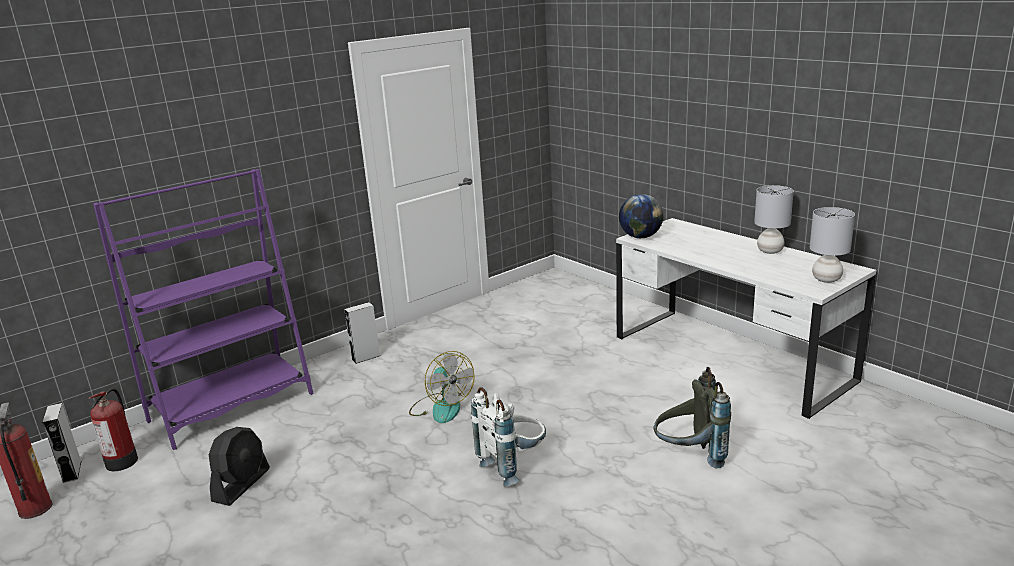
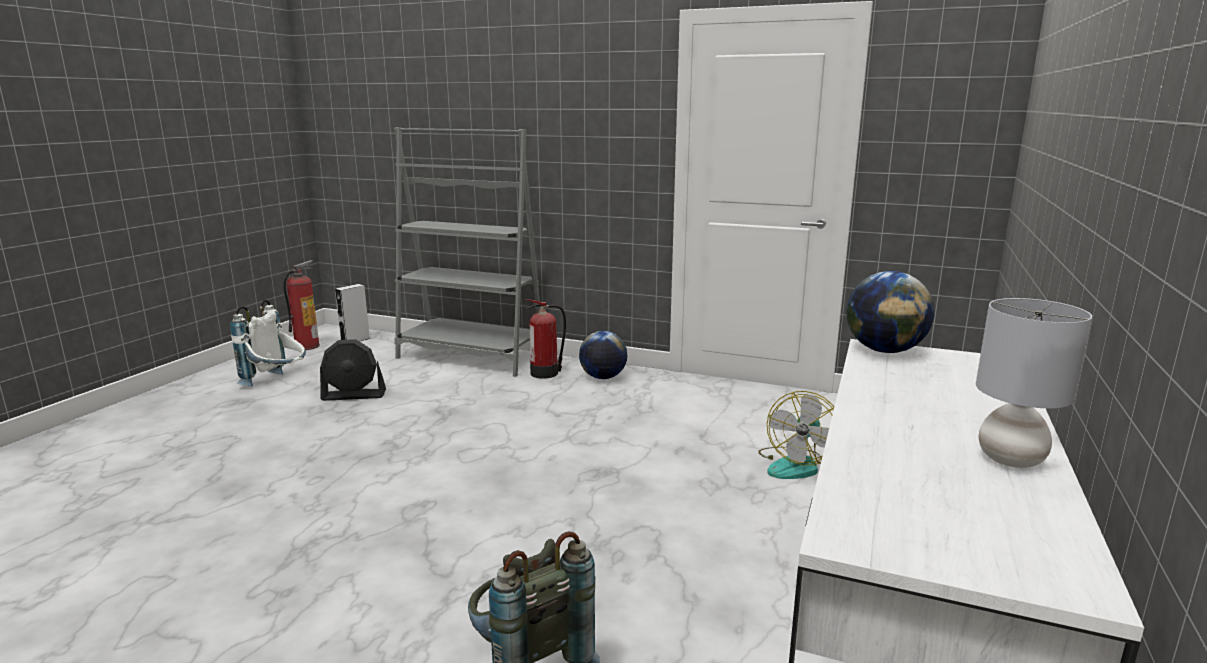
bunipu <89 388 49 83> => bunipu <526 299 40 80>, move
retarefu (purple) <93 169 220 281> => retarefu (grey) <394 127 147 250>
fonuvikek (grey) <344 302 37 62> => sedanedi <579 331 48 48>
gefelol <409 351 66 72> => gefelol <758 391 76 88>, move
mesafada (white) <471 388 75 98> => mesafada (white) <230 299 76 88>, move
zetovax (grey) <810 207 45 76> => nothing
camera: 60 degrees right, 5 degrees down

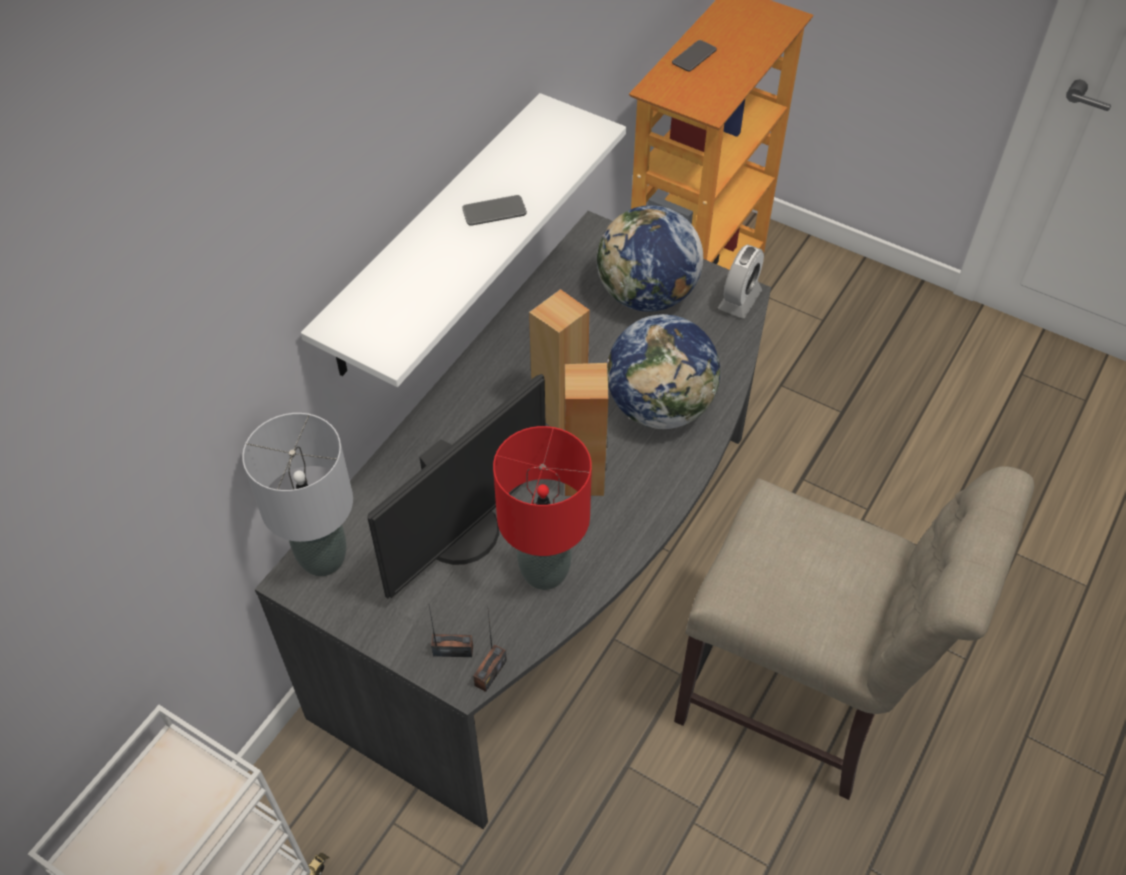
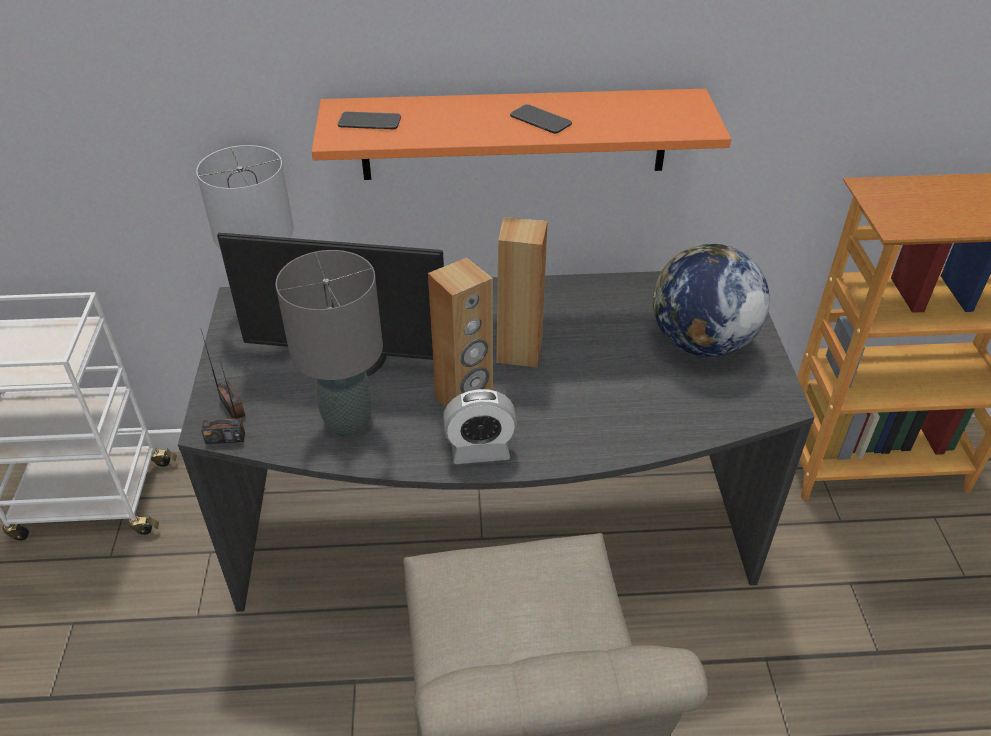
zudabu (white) <301 93 325 294> => zudabu (orange) <311 89 420 91>
zetovax (red) <493 426 99 164> => zetovax (grey) <276 250 107 187>
sedanedi <607 314 113 115> => nothing
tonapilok <672 40 45 31> => tonapilok <338 112 63 17>, move
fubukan <718 245 46 73> => fubukan <443 389 74 75>, move
camera: 55 degrees right, 10 degrees down

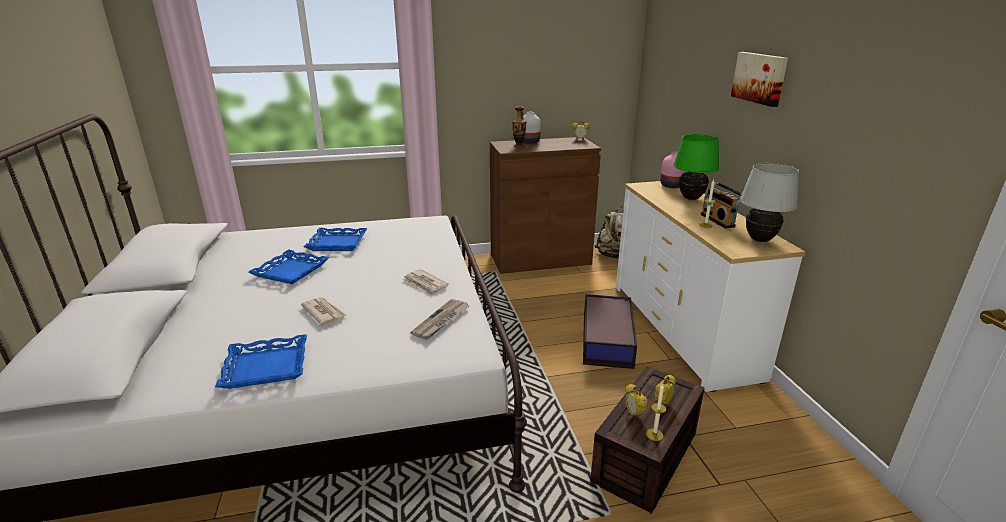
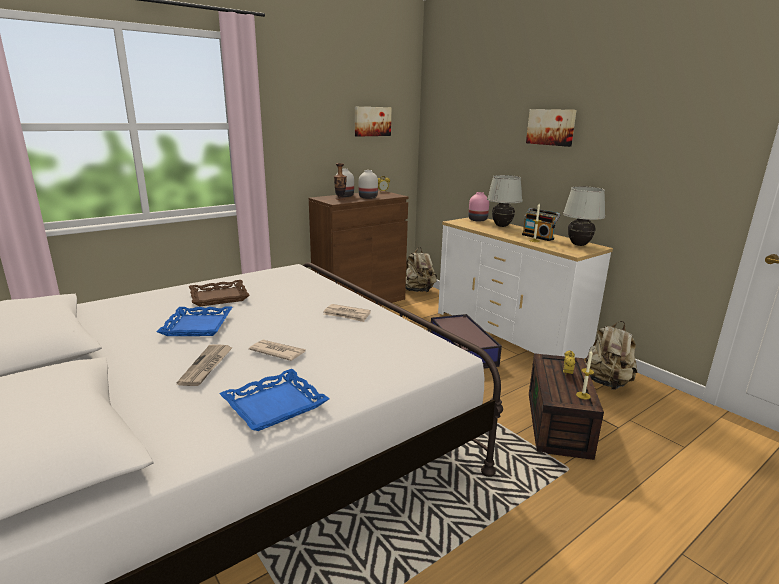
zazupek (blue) <304 228 64 23> => zazupek (brown) <189 280 61 27>
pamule <410 299 59 40> => pamule <177 344 56 42>, move
fubukan <625 384 23 35> => nothing
zetovax (green) <674 134 45 66> => zetovax (white) <487 175 35 52>
nothing => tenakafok <355 107 36 30>
nothing => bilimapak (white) <359 170 19 29>
nothing => mesafada (beige) <585 321 52 69>
camera: 25 degrees left, 5 degrees down

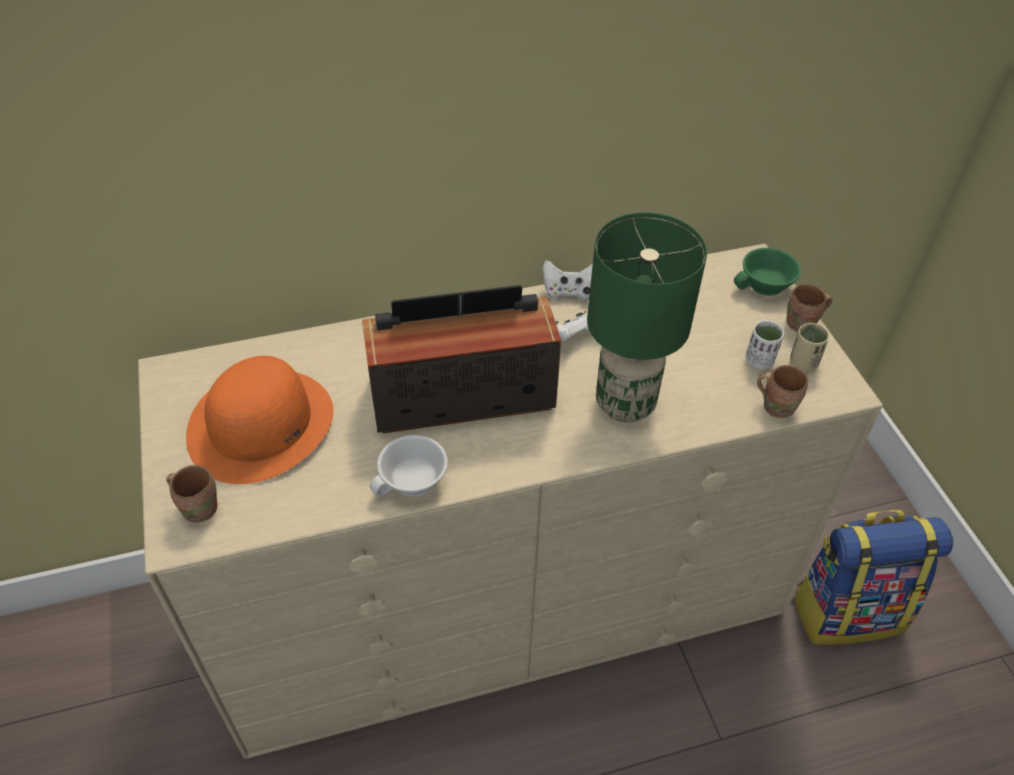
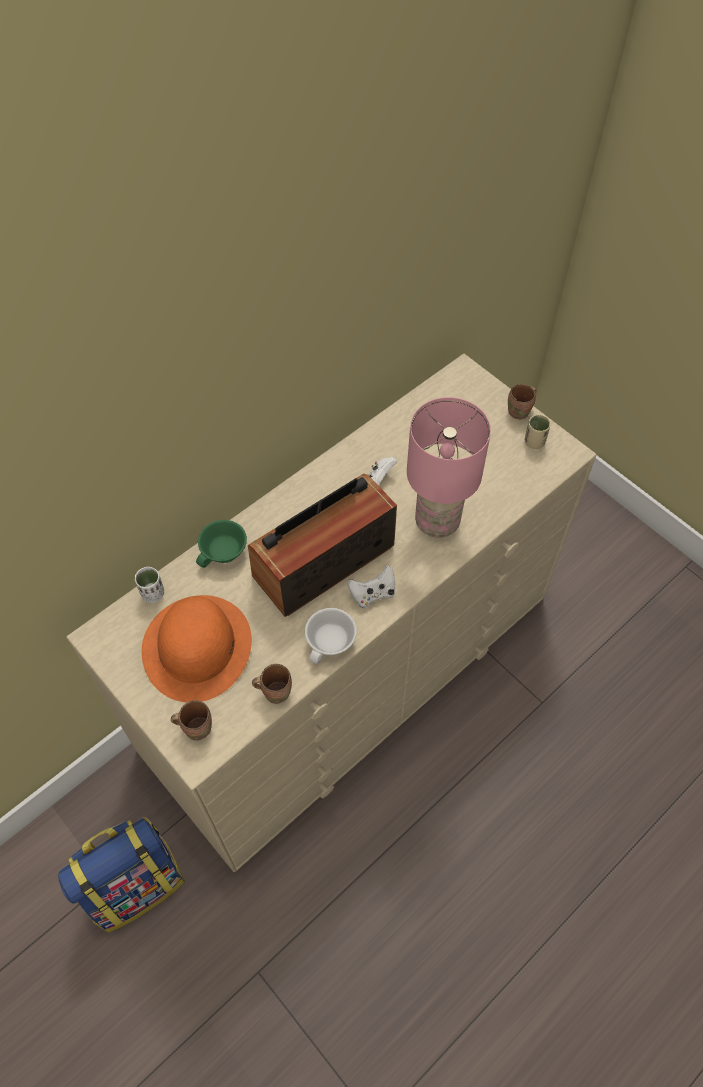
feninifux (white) <543 260 50 40> => feninifux (white) <347 565 48 43>, move
zetovax (green) <587 212 120 210> => zetovax (pink) <407 397 84 141>
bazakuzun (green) <734 248 67 48> => bazakuzun (green) <196 520 51 48>, move
bazakuzun (white) <746 320 38 49> => bazakuzun (white) <135 567 29 36>, move
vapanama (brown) <757 365 51 53> => vapanama (brown) <252 664 40 40>, move
mesafada <793 510 160 135> => mesafada <58 817 127 115>, move
camera: 25 degrees left, 10 degrees up

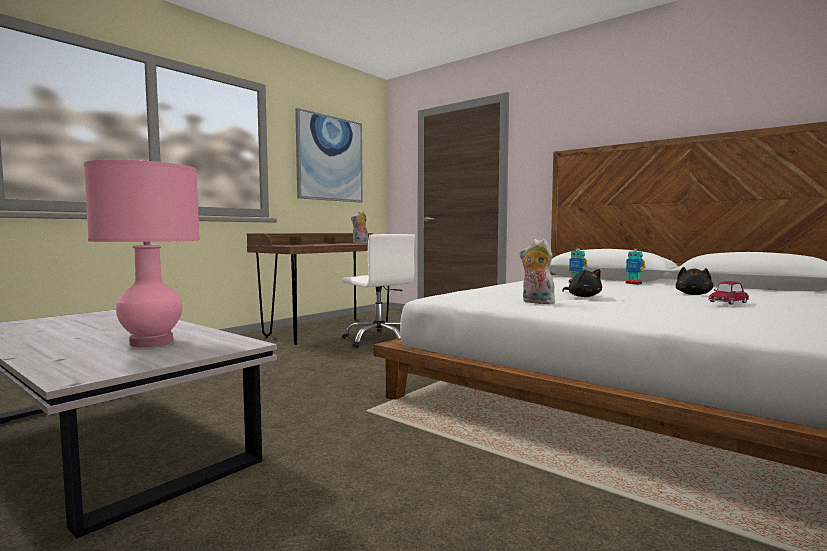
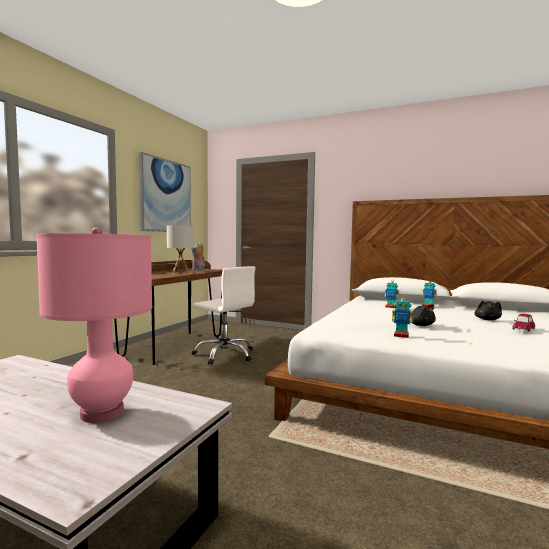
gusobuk <520 239 35 65> => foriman <392 294 21 44>
nothing => zetovax <167 225 27 49>
camera: 15 degrees left, 0 degrees up

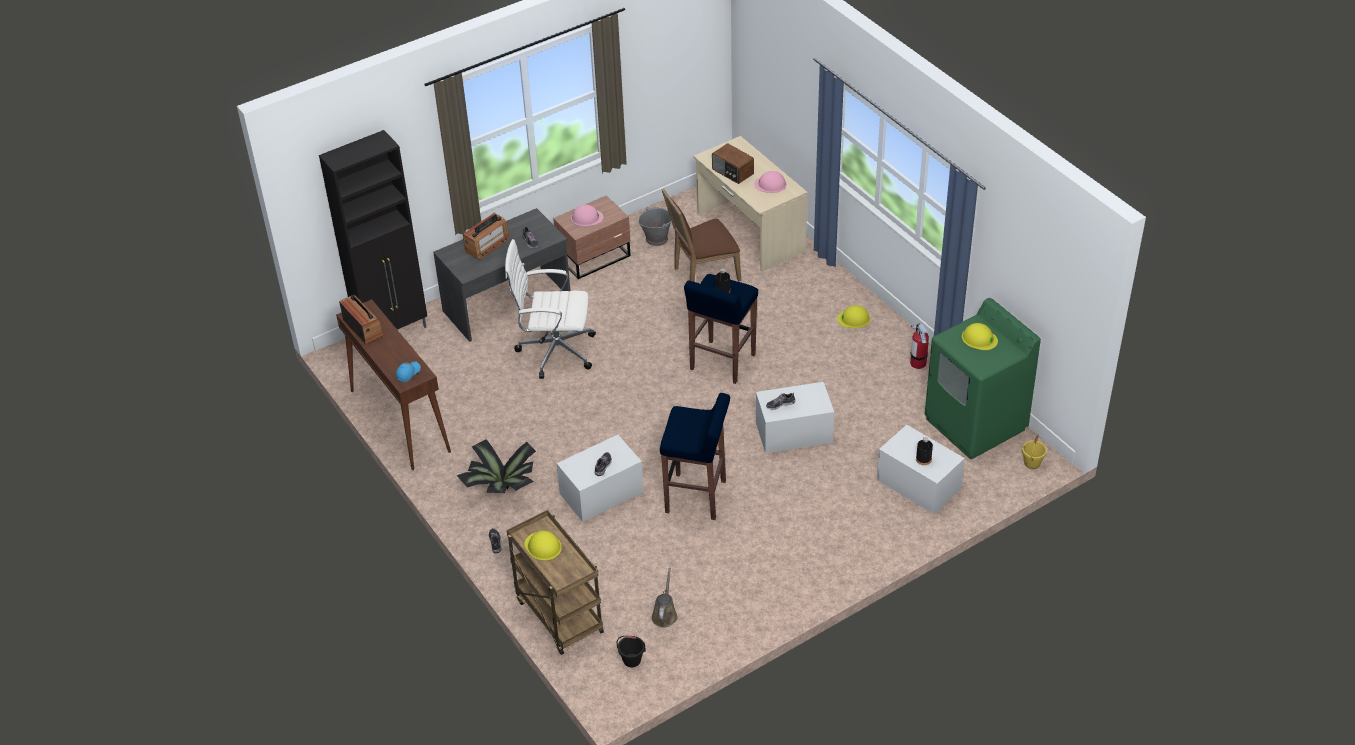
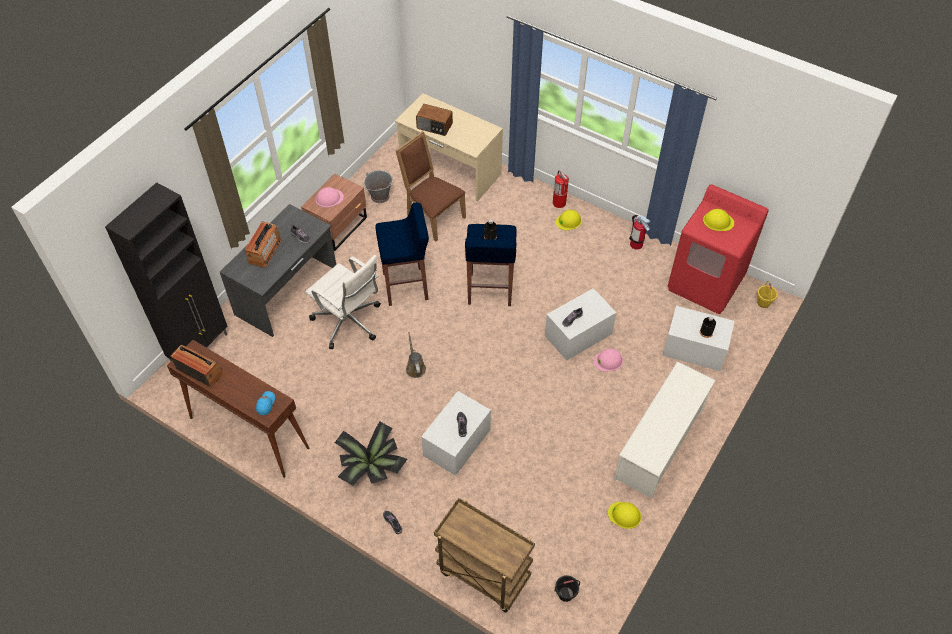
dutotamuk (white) <505 239 91 140> => dutotamuk (white) <305 255 76 94>, 120 degrees counterclockwise
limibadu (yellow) <525 531 37 30> => limibadu (yellow) <608 502 33 27>, move
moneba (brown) <651 568 26 60> => moneba (brown) <406 332 20 46>, move
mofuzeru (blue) <660 393 70 127> => mofuzeru (blue) <375 203 54 103>, move
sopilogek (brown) <662 188 79 94> => sopilogek (brown) <395 131 71 110>, 90 degrees clockwise
limibadu (pink) <754 171 33 22> => limibadu (pink) <593 348 30 24>, move
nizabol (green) <925 298 116 161> => nizabol (red) <668 184 101 130>
nothing => bunipu <553 170 16 38>
nothing => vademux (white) <614 361 102 138>
camera: 25 degrees left, 10 degrees up

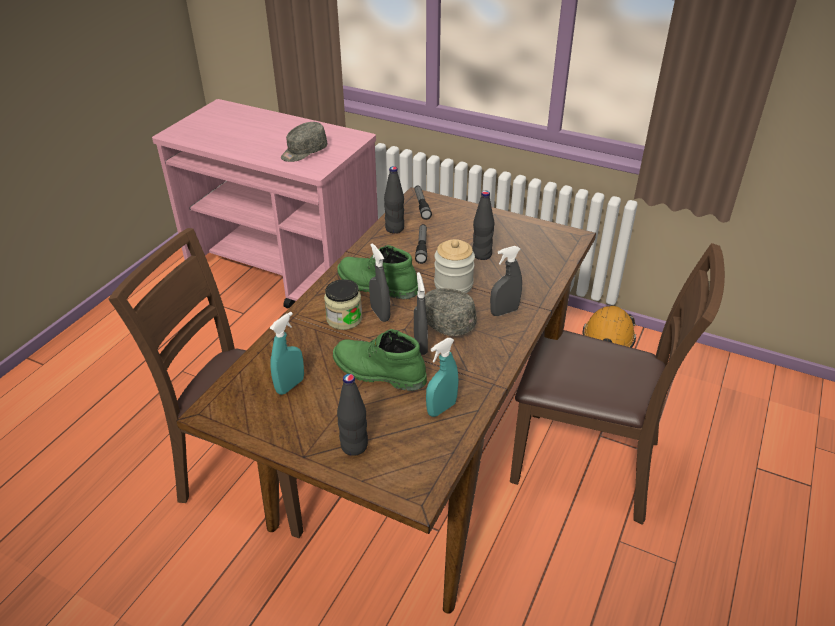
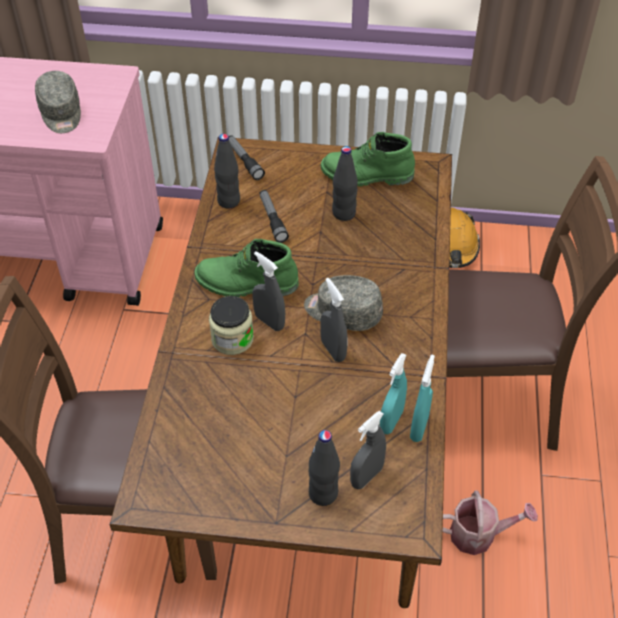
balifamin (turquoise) <270 312 34 83> => balifamin (turquoise) <410 355 25 87>, move
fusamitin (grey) <281 122 46 40> => fusamitin (grey) <35 71 46 62>, 45 degrees counterclockwise
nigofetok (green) <333 329 94 62> => nigofetok (green) <321 132 94 54>, move
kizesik <434 239 41 54> => nothing
balifamin (grey) <490 246 32 70> => balifamin (grey) <350 411 36 78>, move
nothing => moneba <443 490 95 65>
camera: 20 degrees left, 10 degrees up

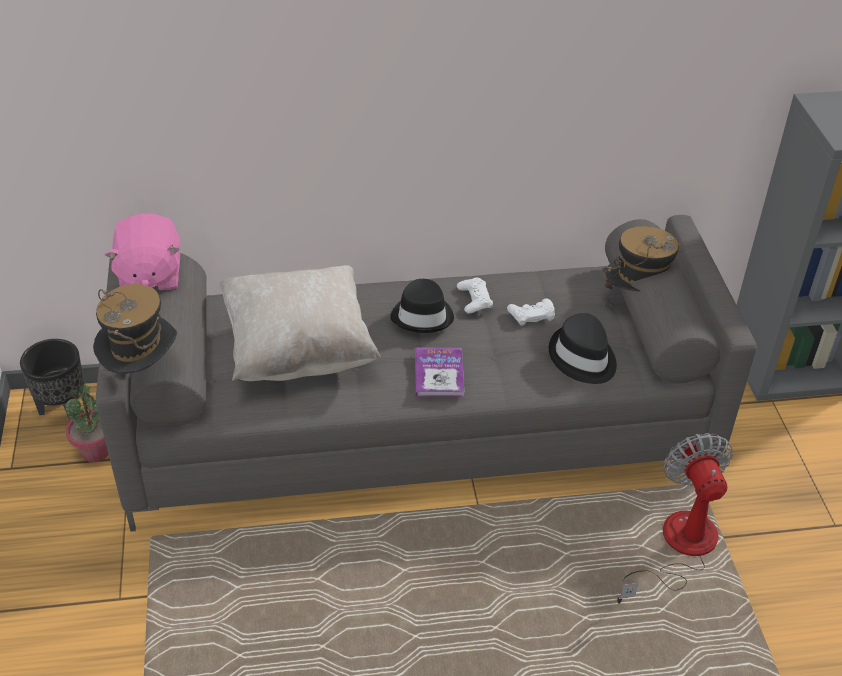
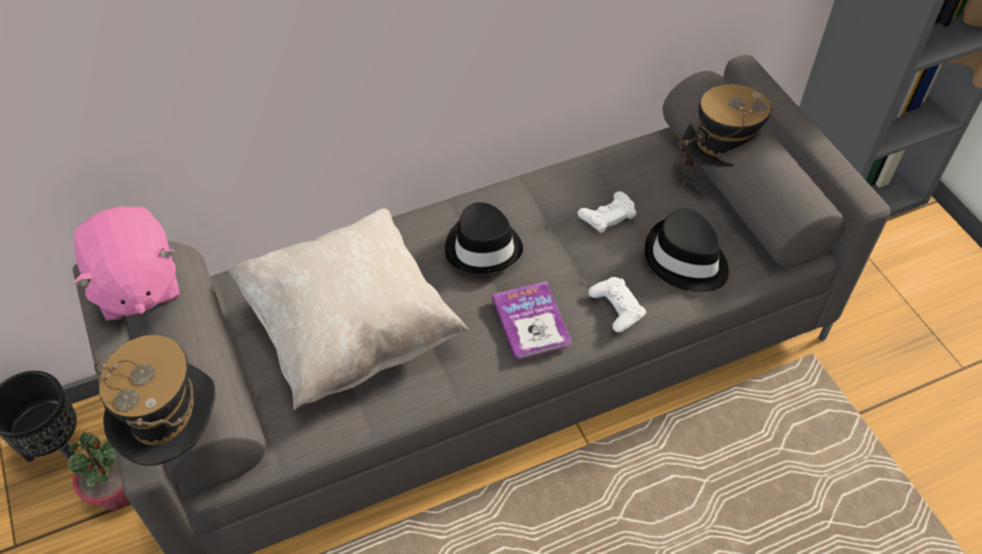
feninifux (white) <457 278 36 36> => feninifux (white) <589 277 57 55>, move
gefelol <617 433 116 171> => nothing
camera: 15 degrees left, 10 degrees up

